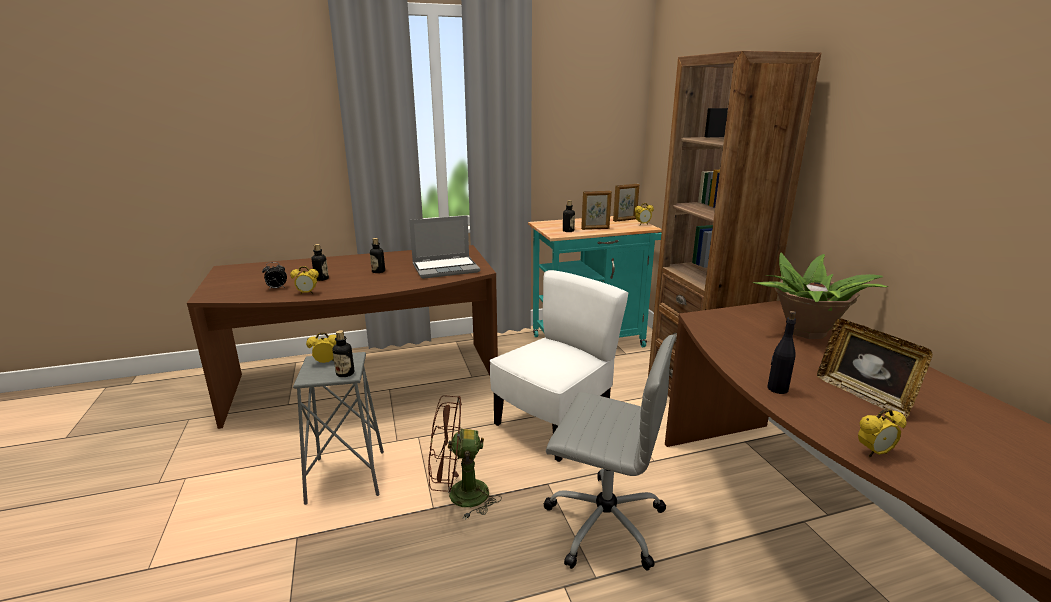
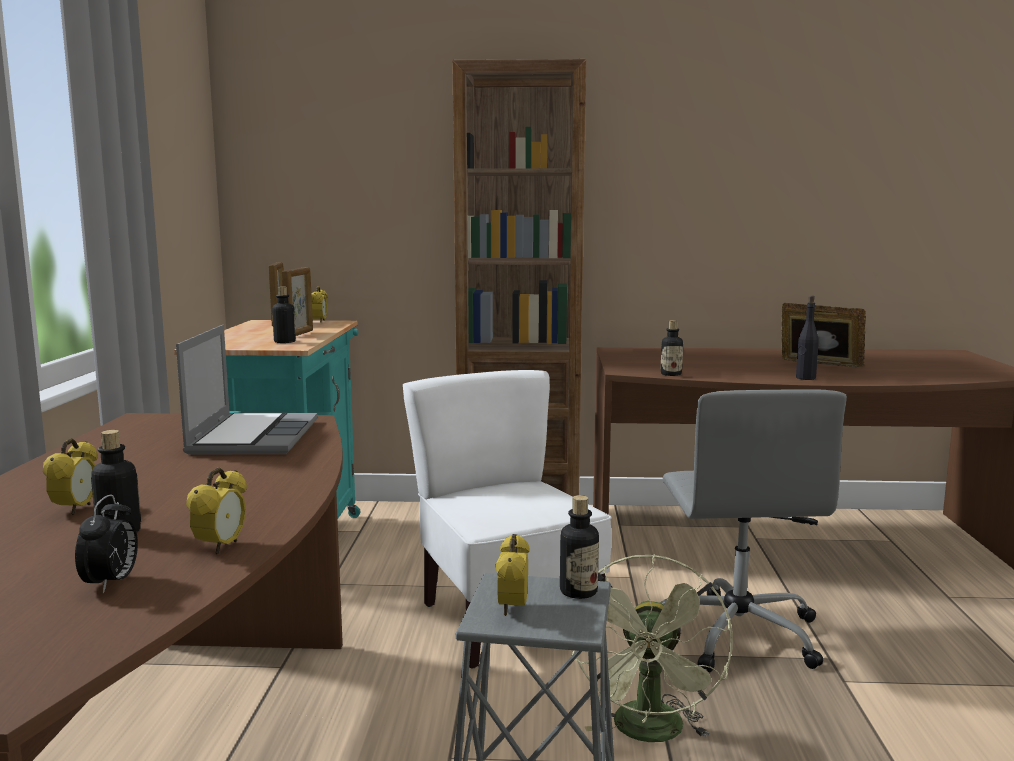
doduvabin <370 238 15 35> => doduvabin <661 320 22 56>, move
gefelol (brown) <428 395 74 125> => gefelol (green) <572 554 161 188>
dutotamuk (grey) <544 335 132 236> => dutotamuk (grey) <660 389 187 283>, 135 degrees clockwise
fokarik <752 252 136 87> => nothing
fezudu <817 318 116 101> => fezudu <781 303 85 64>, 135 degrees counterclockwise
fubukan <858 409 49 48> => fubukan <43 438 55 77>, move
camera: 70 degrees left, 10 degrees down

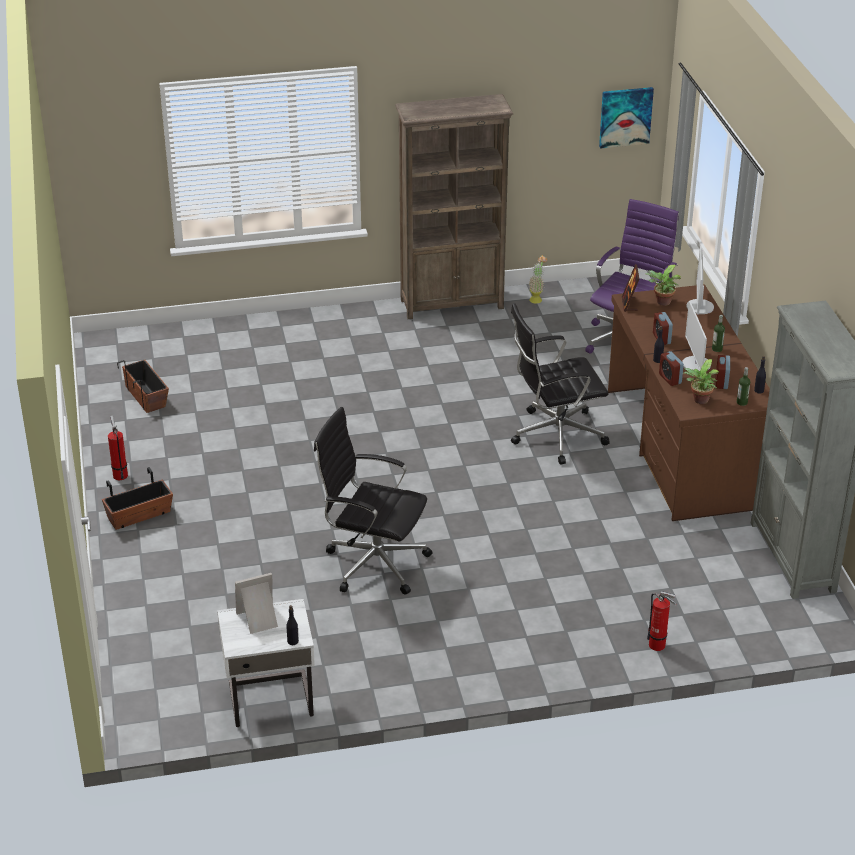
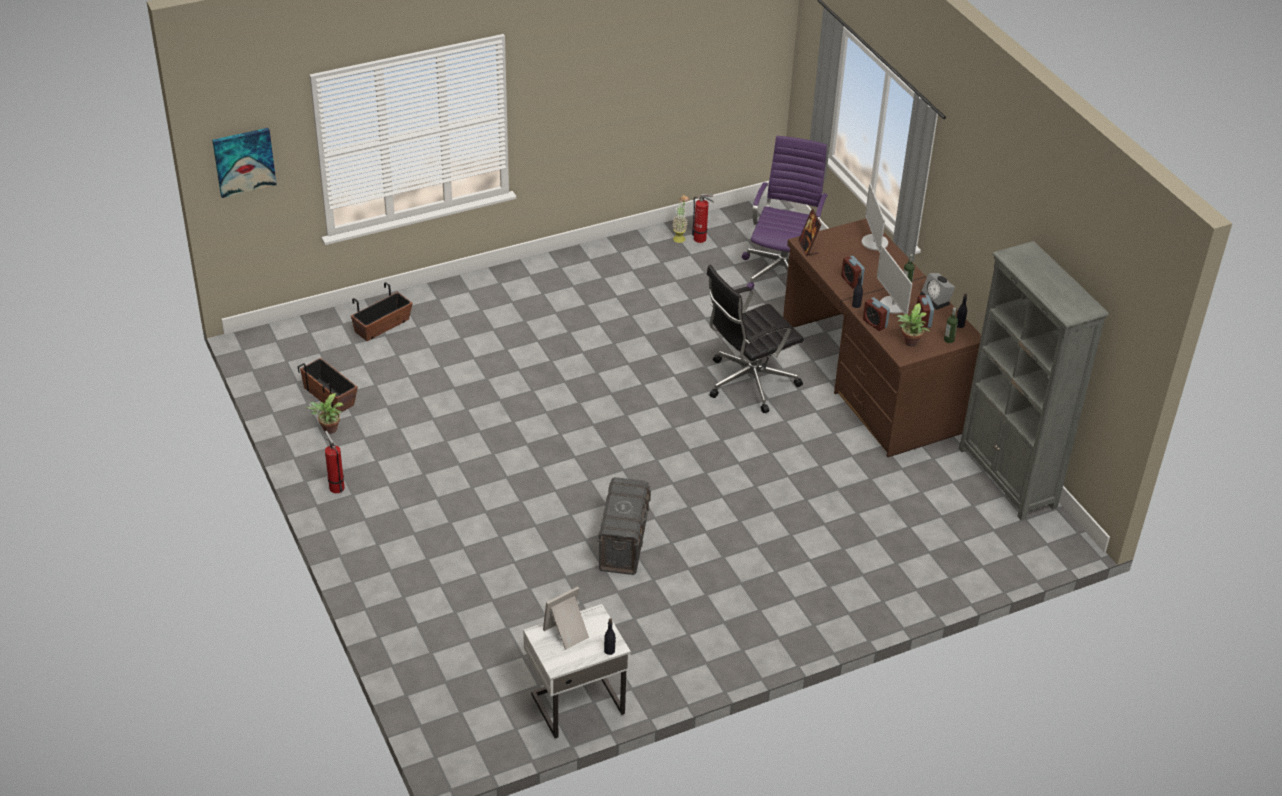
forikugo <102 467 71 63> => forikugo <351 282 62 59>, move
dutotamuk (black) <314 407 119 187> => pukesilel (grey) <597 477 54 98>
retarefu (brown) <395 94 118 225> => nothing
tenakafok <599 87 55 62> => tenakafok <212 128 65 70>, move
fokarik <645 265 36 41> => fokarik <306 393 38 41>, move
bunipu <647 591 29 60> => bunipu <692 194 22 49>, move
nothing => fubukan <920 273 35 37>
camera: 15 degrees left, 5 degrees up

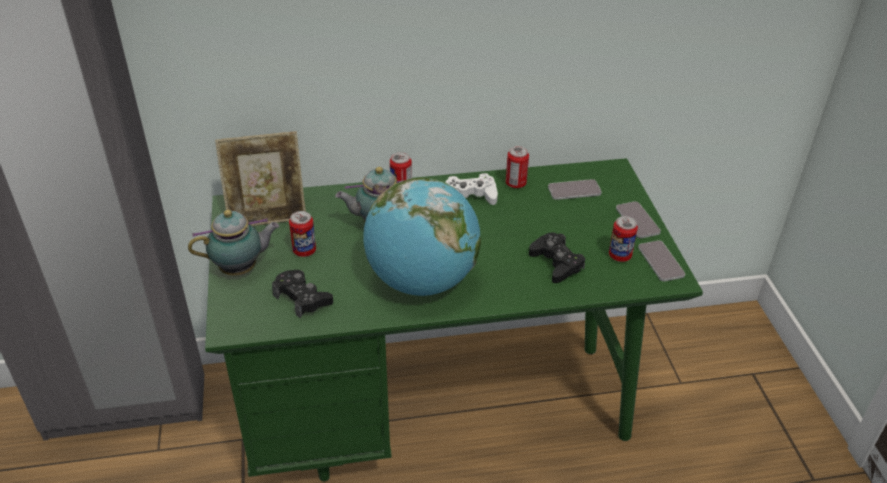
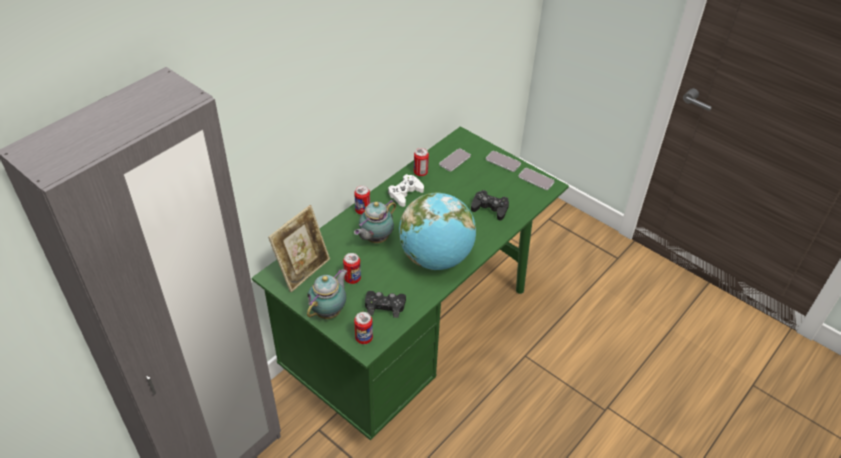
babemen <609 216 29 46> => babemen <354 312 19 32>, move
camera: 40 degrees left, 5 degrees up

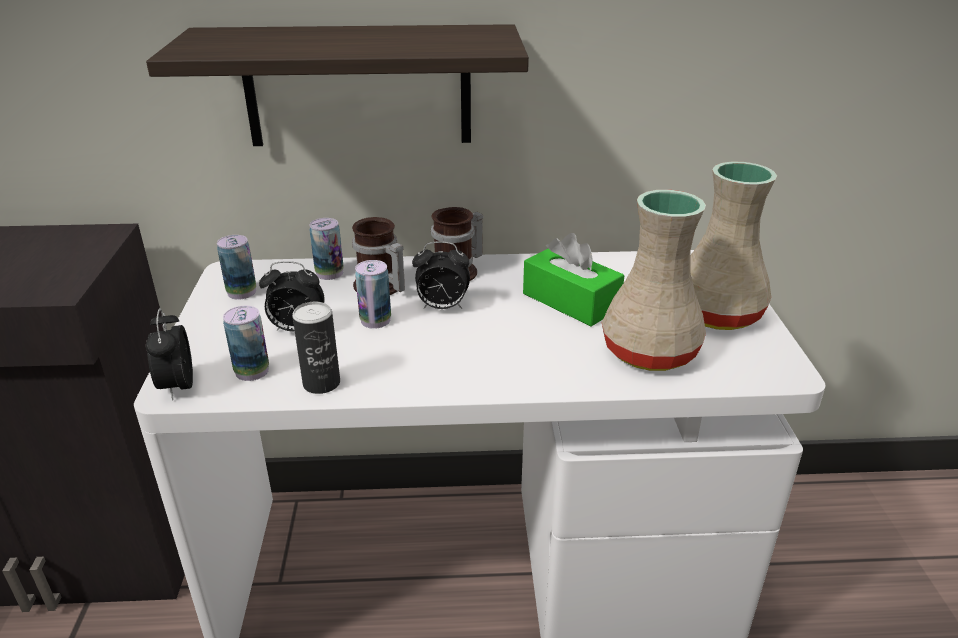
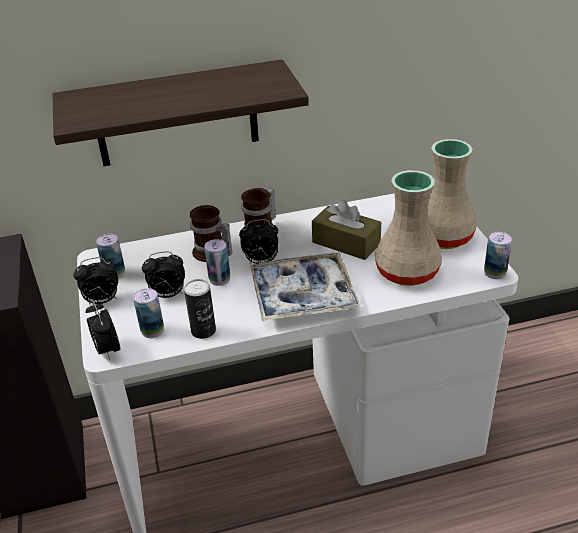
babemen <309 218 35 62> => babemen <484 232 28 47>, move
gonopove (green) <523 233 101 93> => gonopove (brown) <312 200 69 60>
nothing => fubukan <73 257 45 48>
nothing => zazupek <250 252 110 69>
camera: 10 degrees left, 5 degrees up

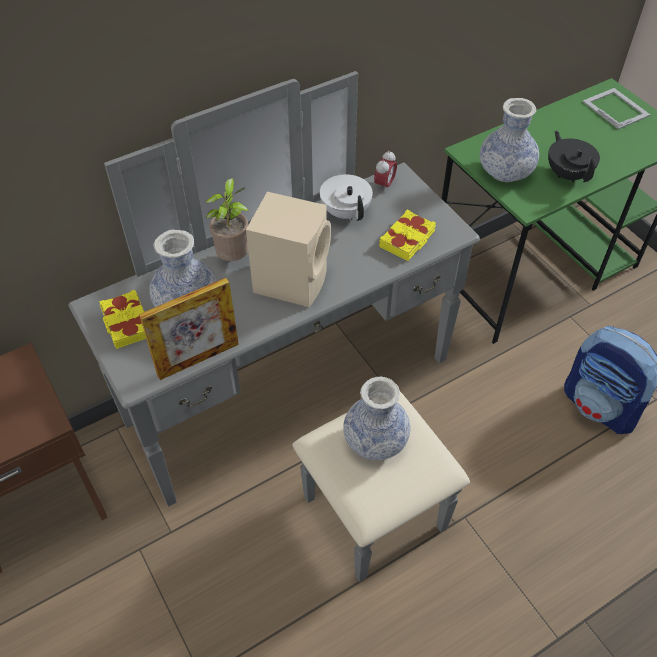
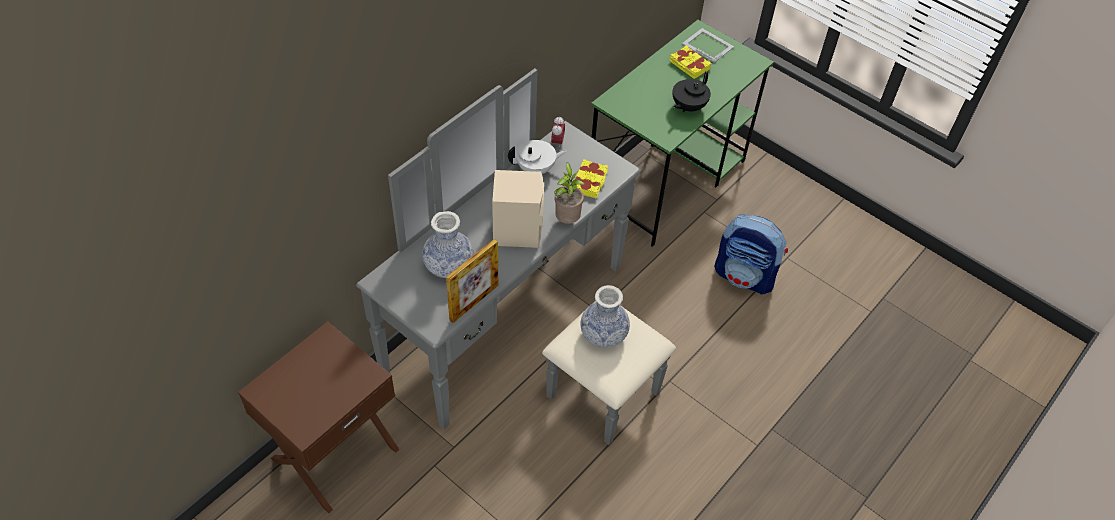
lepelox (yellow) <99 290 47 59> => lepelox (yellow) <670 45 41 34>, move
fokarik <205 178 44 83> => fokarik <554 162 31 62>, move
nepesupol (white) <320 174 53 47> => nepesupol (white) <508 140 59 34>, 120 degrees clockwise
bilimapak <480 98 59 84> => nothing
nepesupol (black) <548 131 52 51> => nepesupol (black) <672 71 39 41>, 105 degrees counterclockwise
camera: 20 degrees left, 0 degrees up

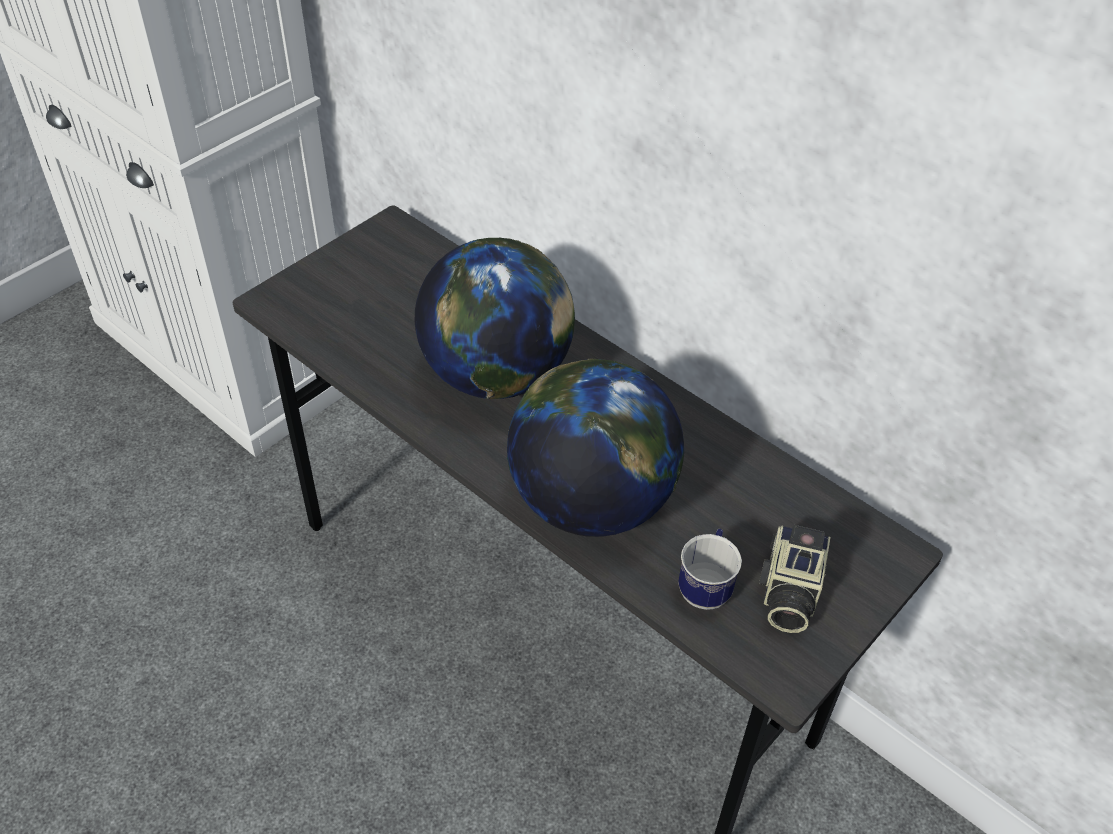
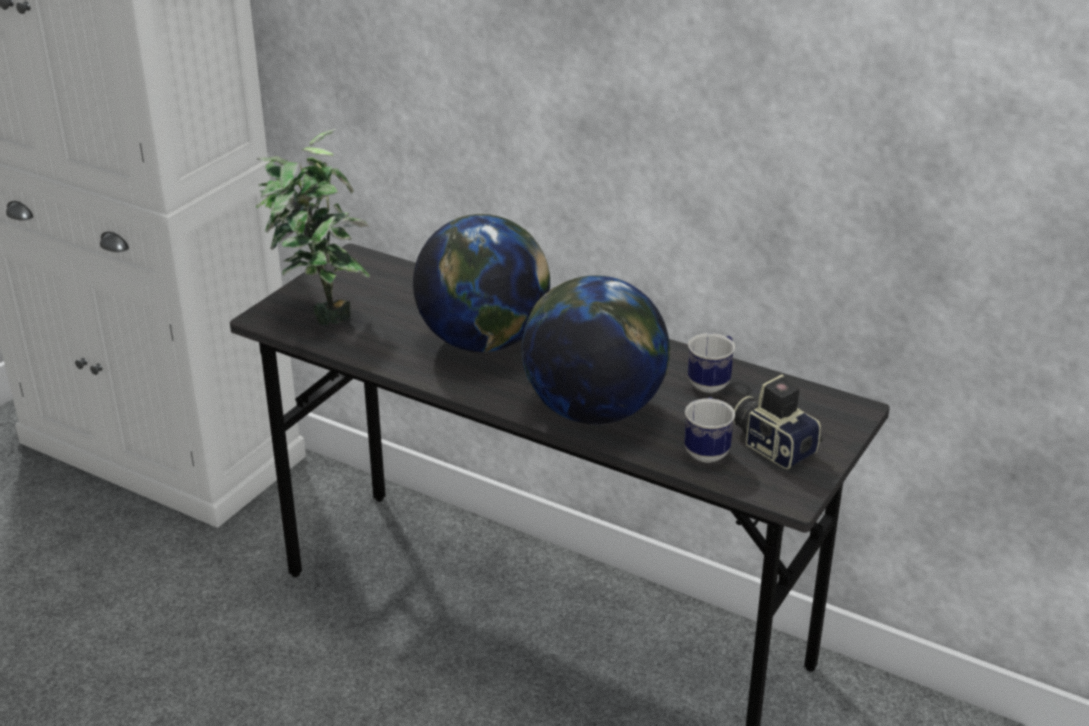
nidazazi <759 525 72 108> => nidazazi <733 374 90 95>, 135 degrees clockwise
nothing => fokarik <256 129 114 196>
nothing => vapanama <688 333 47 60>
camera: 10 degrees left, 15 degrees down

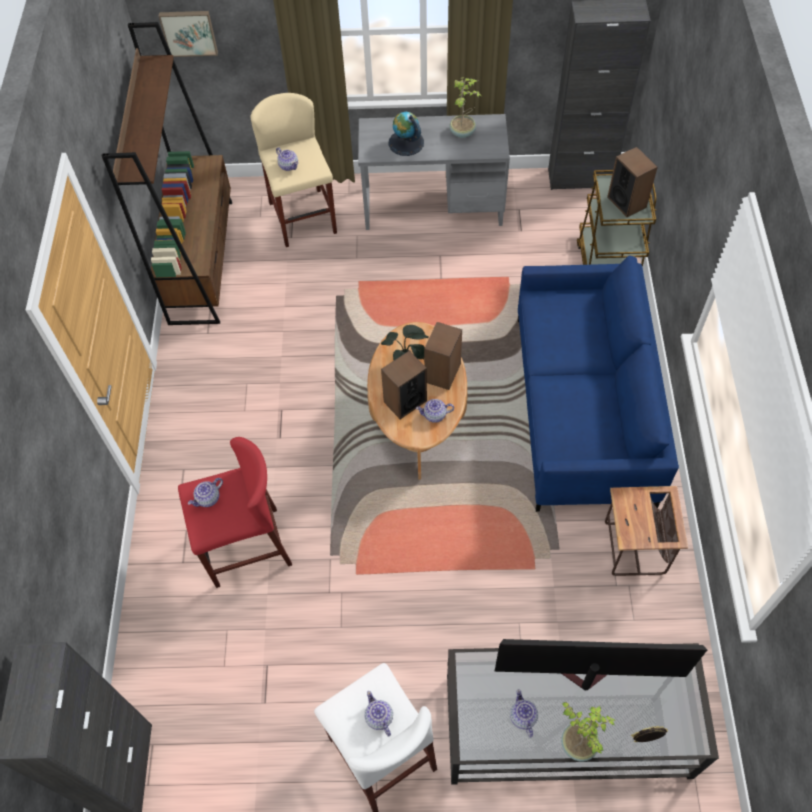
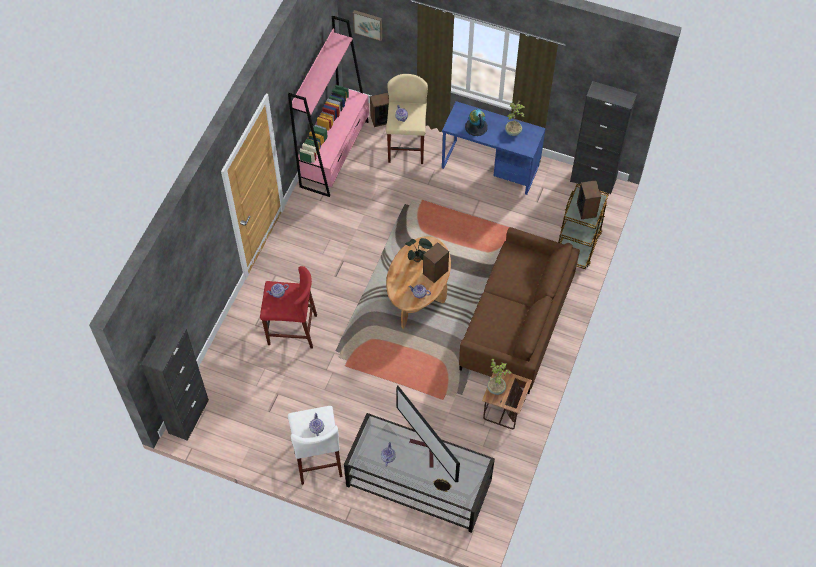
retarefu (brown) <102 22 130 303> => retarefu (pink) <288 16 81 181>
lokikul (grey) <358 114 152 116> => lokikul (blue) <442 101 104 94>
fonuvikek <381 350 46 69> => fonuvikek <370 92 19 35>, move
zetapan <494 639 213 51> => zetapan <397 386 63 96>, 150 degrees counterclockwise
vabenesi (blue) <518 256 161 256> => vabenesi (brown) <459 227 121 167>
fokarik <561 702 54 60> => fokarik <487 359 24 36>, move
camera: 20 degrees right, 0 degrees up

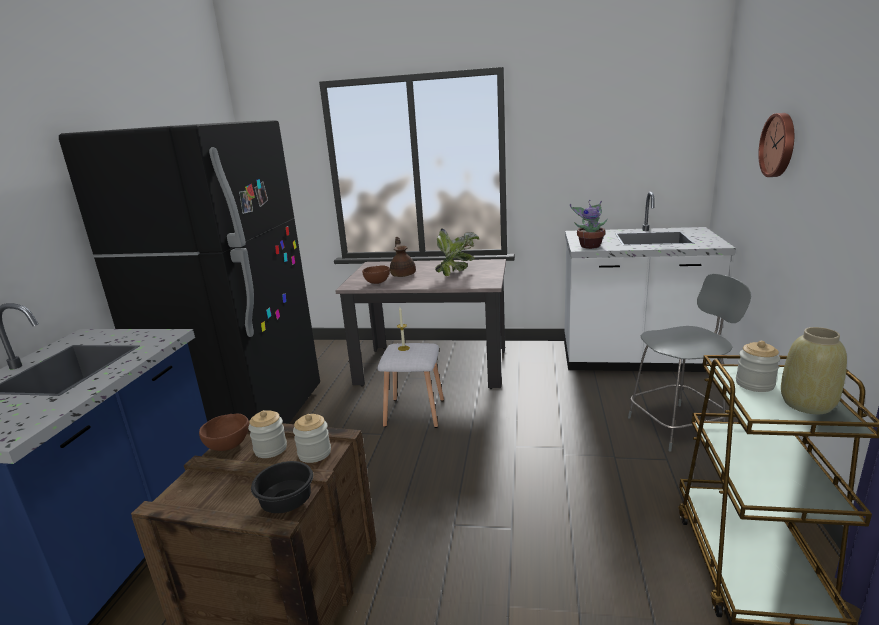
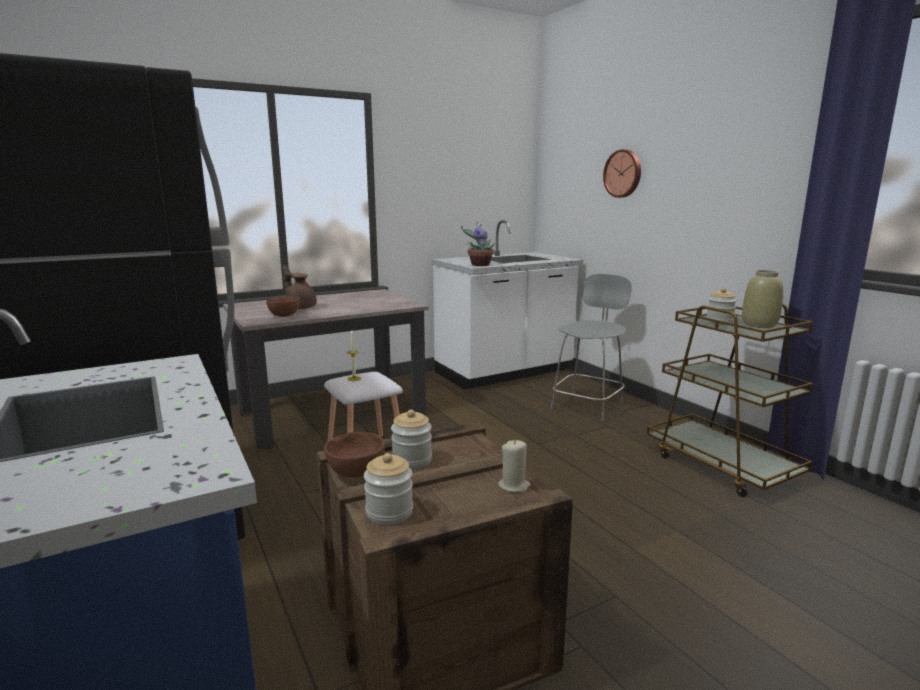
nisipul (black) <251 461 62 52> => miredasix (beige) <498 440 33 52>
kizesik <293 414 38 49> => kizesik <364 453 49 72>, move
fokarik <435 228 44 48> => nothing
camera: 40 degrees left, 5 degrees down

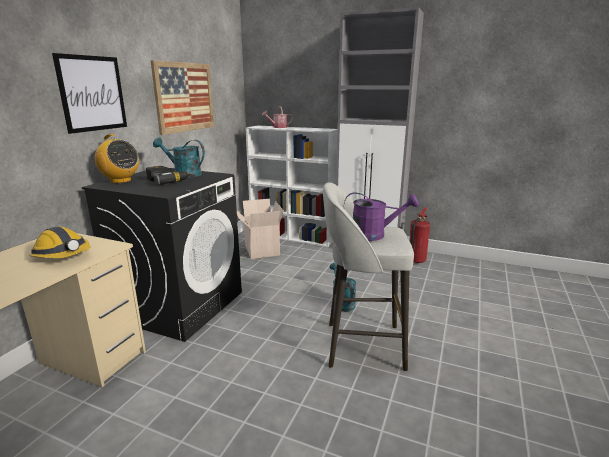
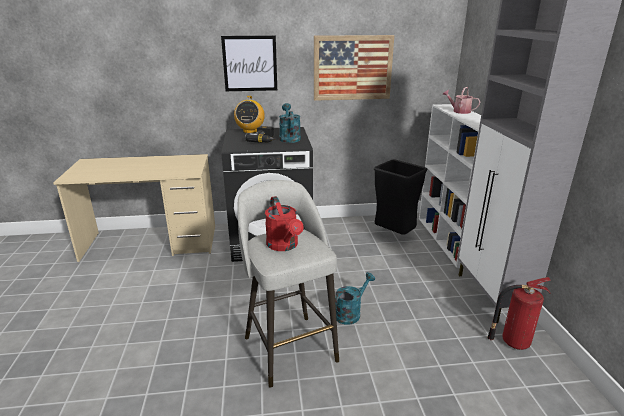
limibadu <29 227 62 31> => nothing
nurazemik <237 199 47 60> => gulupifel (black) <374 159 53 75>
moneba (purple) <344 192 75 49> => moneba (red) <265 196 39 55>
camera: 60 degrees right, 5 degrees up

